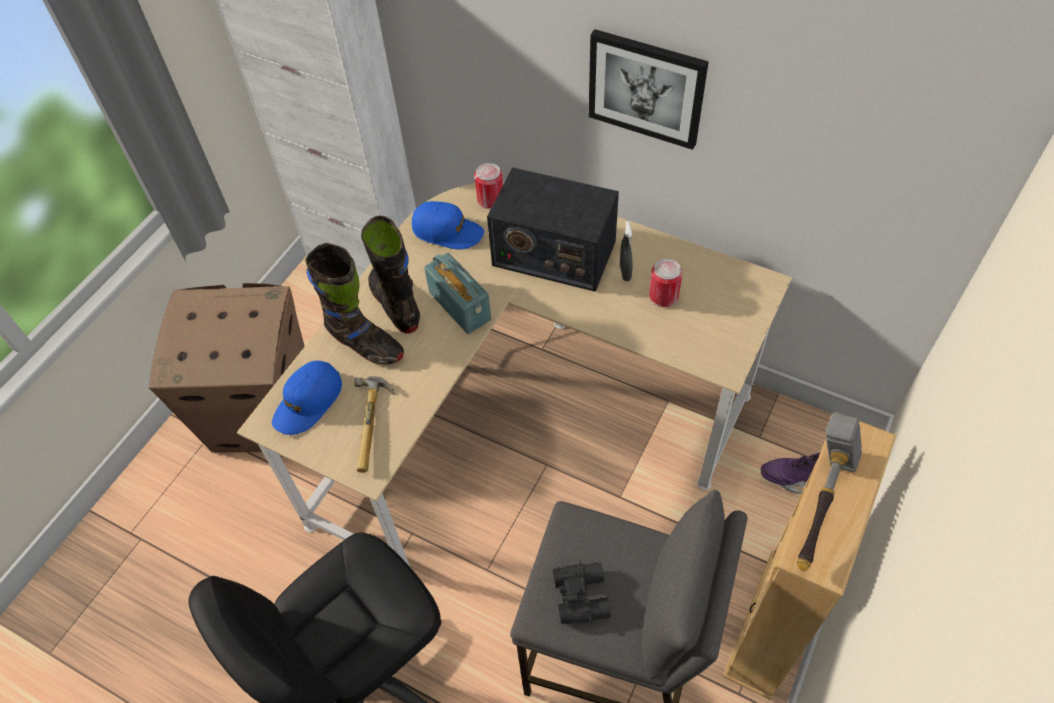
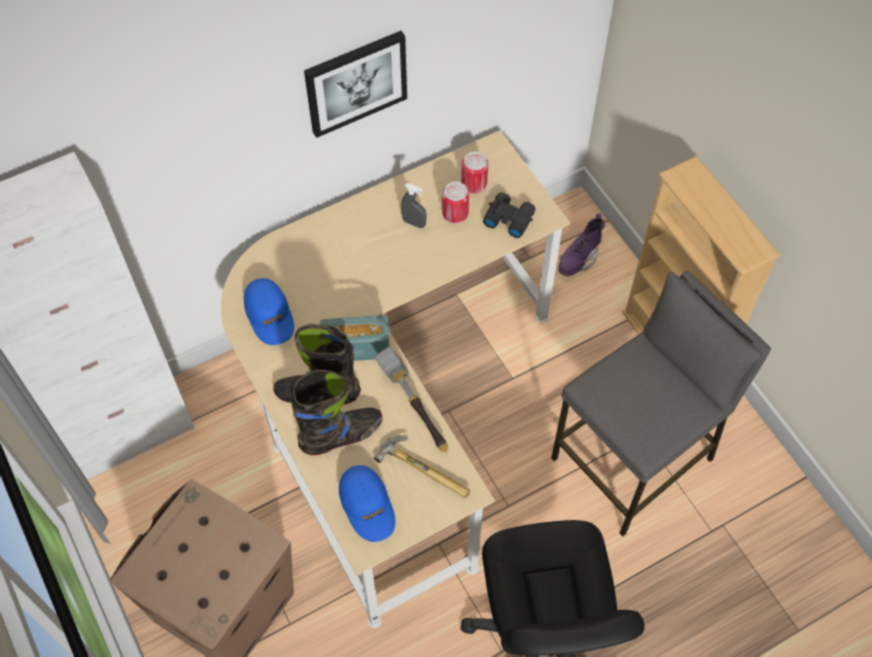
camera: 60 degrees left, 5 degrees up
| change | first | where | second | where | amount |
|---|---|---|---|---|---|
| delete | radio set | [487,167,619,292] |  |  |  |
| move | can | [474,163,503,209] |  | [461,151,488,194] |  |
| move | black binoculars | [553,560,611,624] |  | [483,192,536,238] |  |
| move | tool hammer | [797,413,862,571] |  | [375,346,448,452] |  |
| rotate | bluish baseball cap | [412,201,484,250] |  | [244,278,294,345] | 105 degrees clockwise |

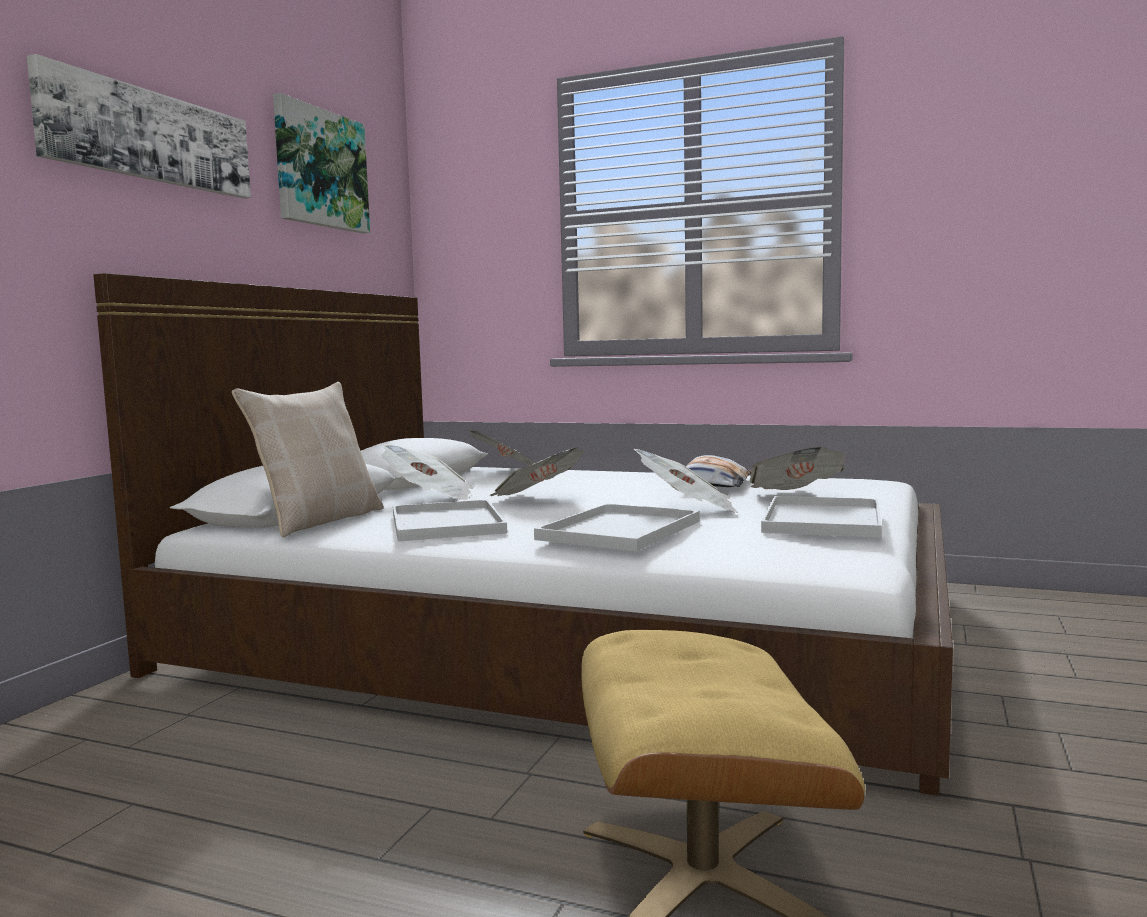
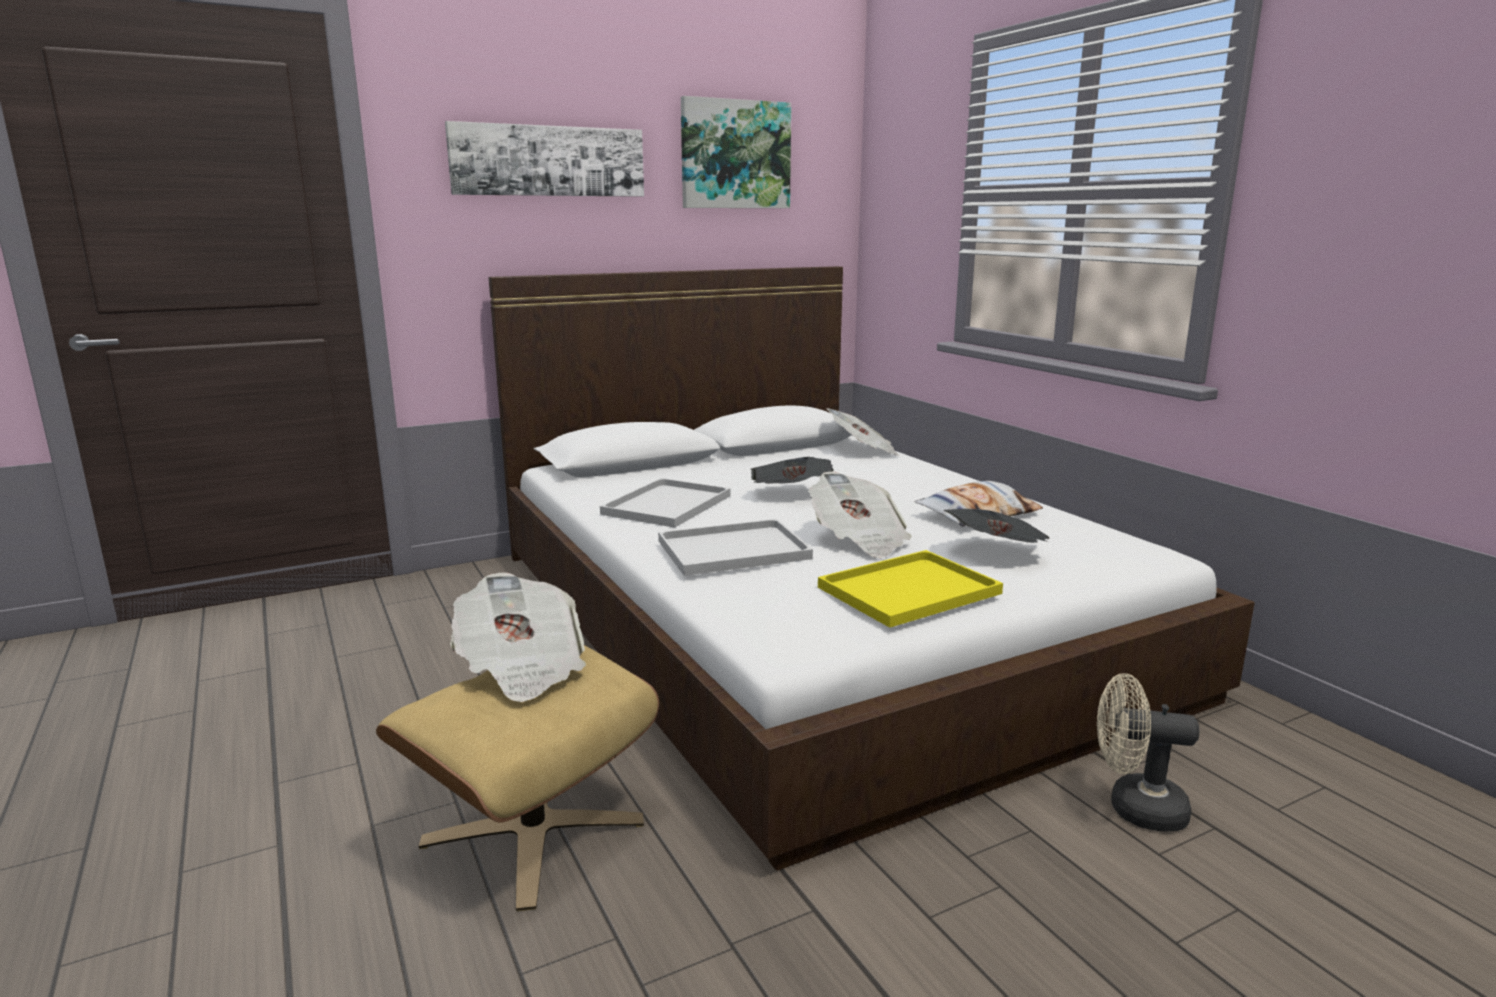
camera: 40 degrees right, 10 degrees up
| change | first | where | second | where | amount |
|---|---|---|---|---|---|
| delete | beige-coloured cushion | [232,382,384,537] |  |  |  |
| insert |  |  | beige-coloured cooling fan | [1097,673,1199,832] |  |
| move | printed paper | [381,444,473,501] |  | [450,573,586,702] |  |
| recolor | white carrying tray | [761,496,882,538] | yellowish carrying tray | [818,550,1003,628] |  |

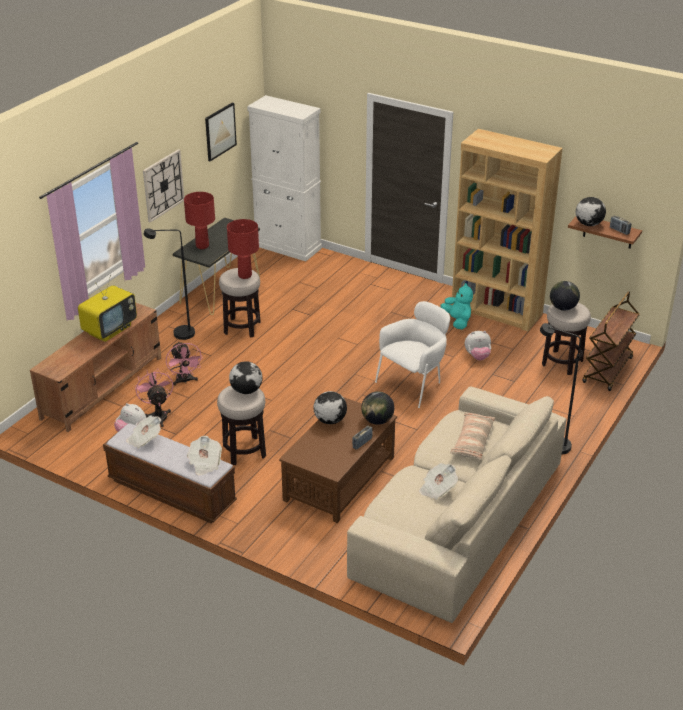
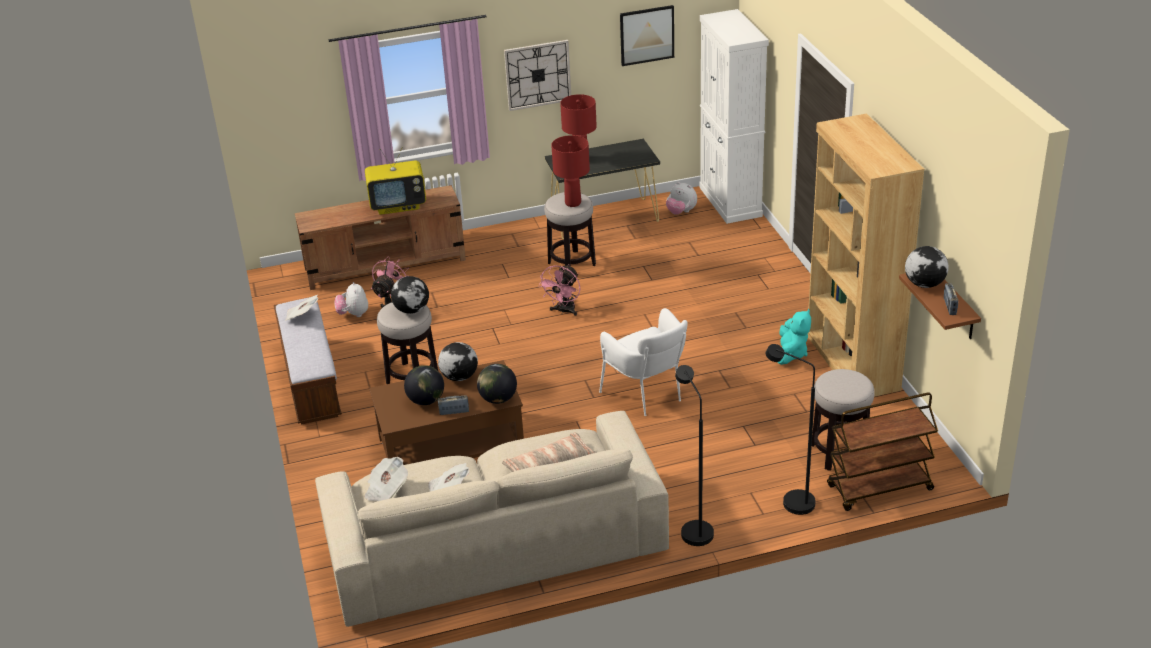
camera: 45 degrees right, 0 degrees up
| change | first | where | second | where | amount |
|---|---|---|---|---|---|
| move | black standing lamp | [143,228,195,340] |  | [766,344,816,515] |  |
| move | pink cooling fan | [166,341,203,385] |  | [538,265,581,316] |  |
| move | printed paper | [187,436,222,475] |  | [364,457,408,501] |  |
| move | plush toy | [465,331,491,361] |  | [666,182,697,215] |  |
| move | globe | [550,281,580,311] |  | [404,365,444,405] |  |
| rotate | white lounge chair | [375,301,450,408] |  | [599,308,688,416] | 60 degrees clockwise |

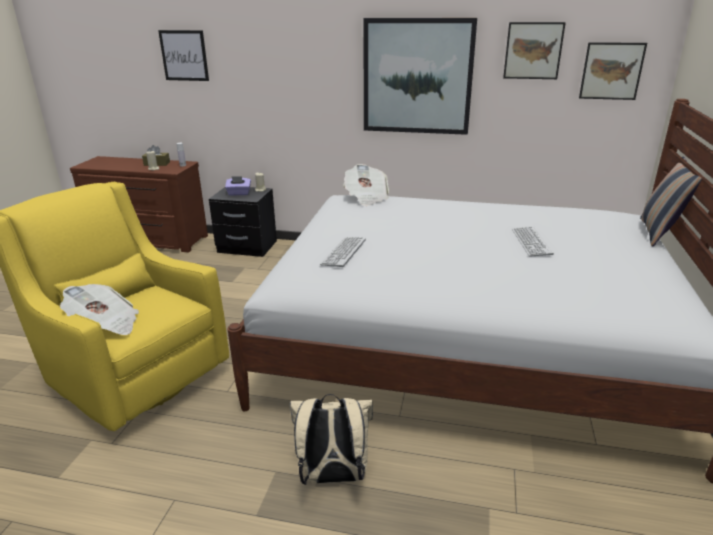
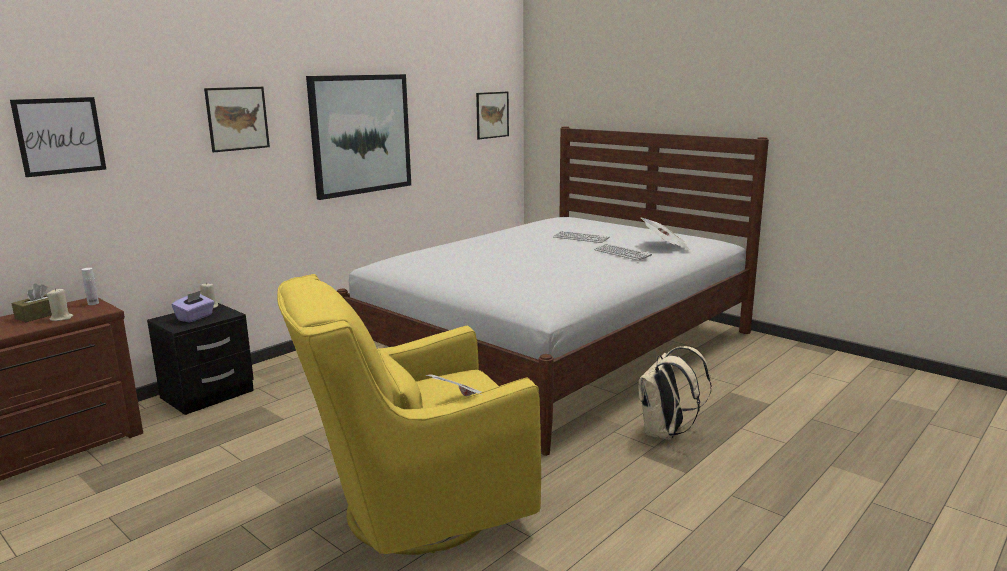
camera: 60 degrees left, 10 degrees down
| change | first | where | second | where | amount |
|---|---|---|---|---|---|
| delete | cushion | [640,156,702,246] |  |  |  |
| move | computer keyboard | [320,237,366,267] |  | [594,244,652,261] |  |
| move | printed paper | [343,164,389,206] |  | [640,217,690,250] |  |
| move | wall art | [503,22,566,79] |  | [204,87,270,152] |  |

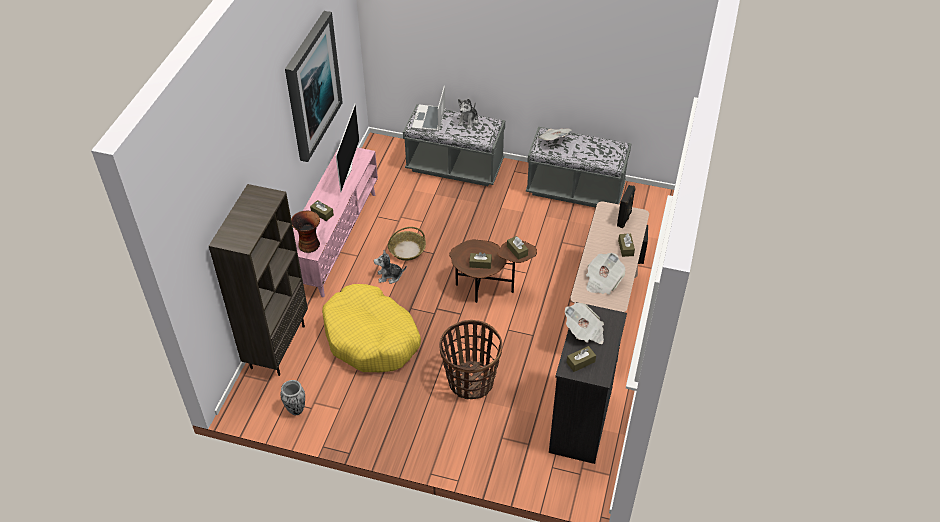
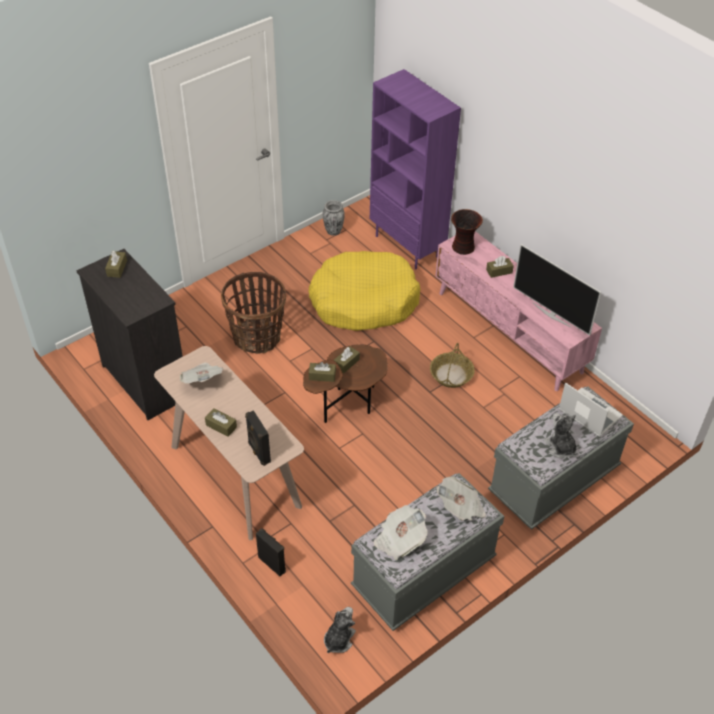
camera: 125 degrees right, 0 degrees up
| change | first | where | second | where | amount |
|---|---|---|---|---|---|
| delete | wall art | [285,11,343,162] |  |  |  |
| move | plush toy | [374,250,407,284] |  | [324,607,356,653] |  |
| move | printed paper | [565,303,604,344] |  | [374,505,428,560] |  |
| recolor | brownish bookcase | [209,184,308,376] | purple-coloured bookcase | [370,69,461,269] |  |

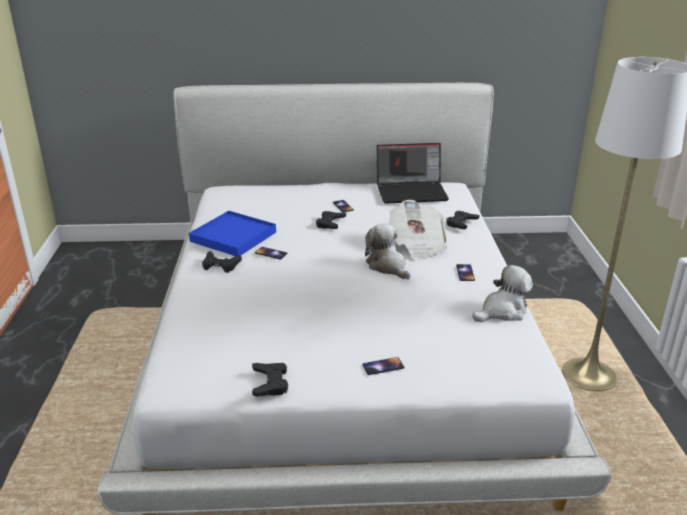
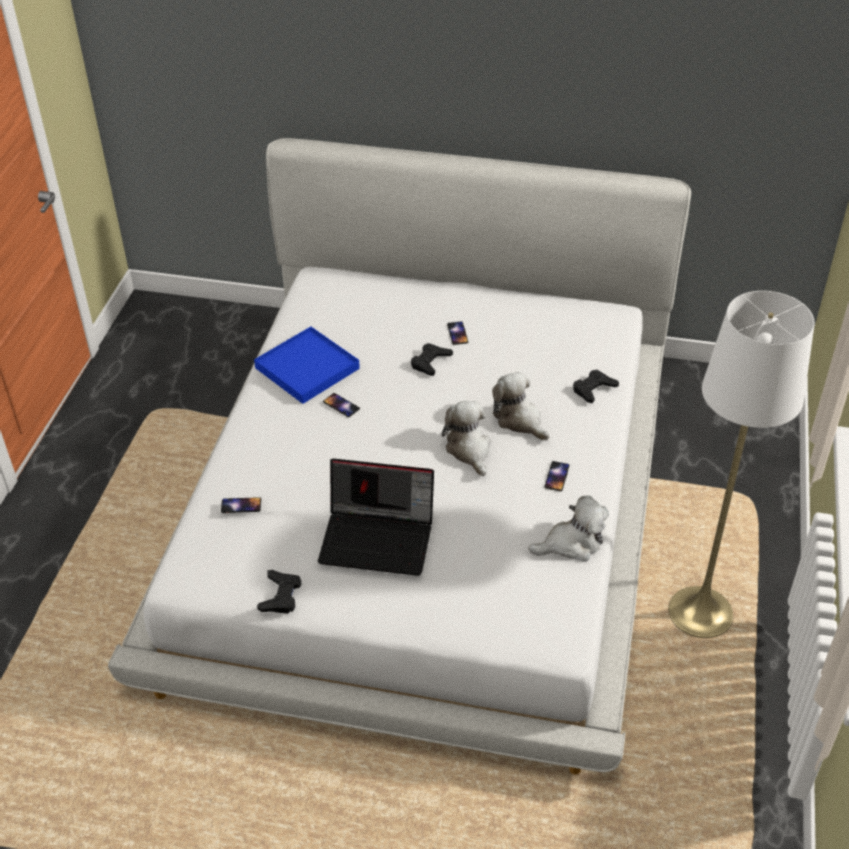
camera: 15 degrees right, 15 degrees up
| change | first | where | second | where | amount |
|---|---|---|---|---|---|
| delete | black game controller | [202,251,242,273] |  |  |  |
| move | phone | [362,357,404,375] |  | [221,497,261,513] |  |
| move | portable computer | [377,143,449,204] |  | [318,458,434,576] |  |
| replace | printed paper | [389,200,447,261] | plush toy | [492,372,550,440] |  |

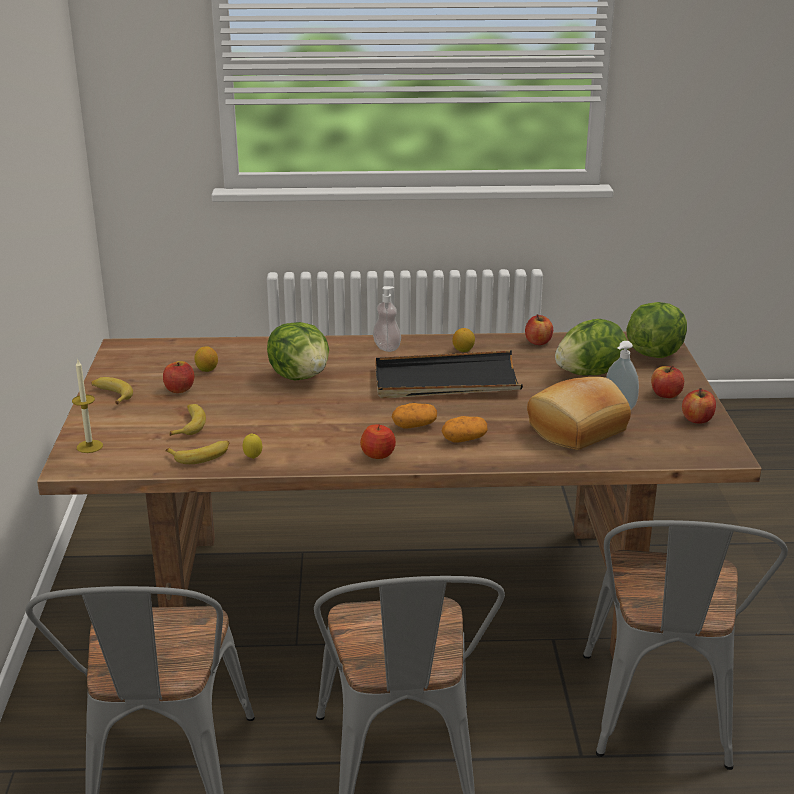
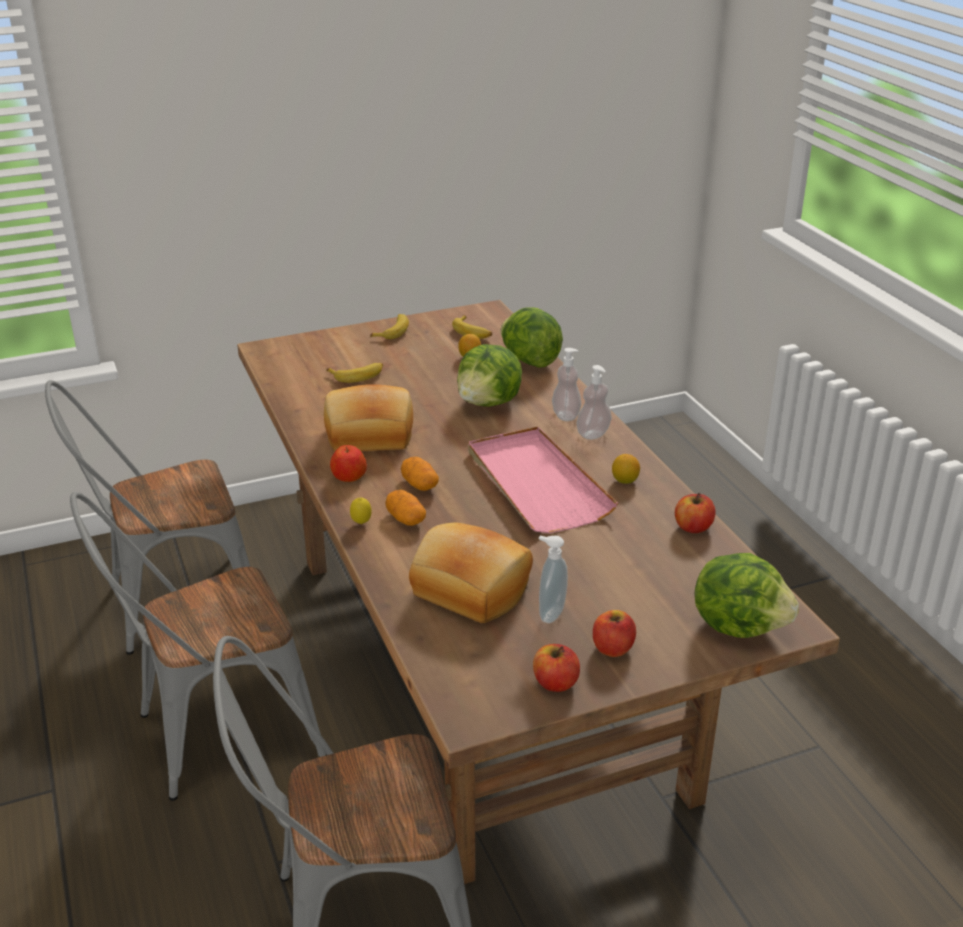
camera: 70 degrees right, 5 degrees up
| change | first | where | second | where | amount |
|---|---|---|---|---|---|
| delete | wax light | [72,360,103,453] |  |  |  |
| delete | apple | [163,361,195,393] |  |  |  |
| insert |  |  | bakery bread | [324,384,413,452] |  |
| insert |  |  | soap dispenser | [552,348,581,421] |  |
| move | banana fruit | [165,440,230,464] |  | [452,315,492,339] |  |
| move | lemon | [243,433,262,459] |  | [350,498,372,524] |  |
| move | lettuce | [555,319,629,376] |  | [500,307,563,368] |  |
| recolor | black carrying tray | [375,351,523,398] | pink carrying tray | [468,427,618,533] |  |

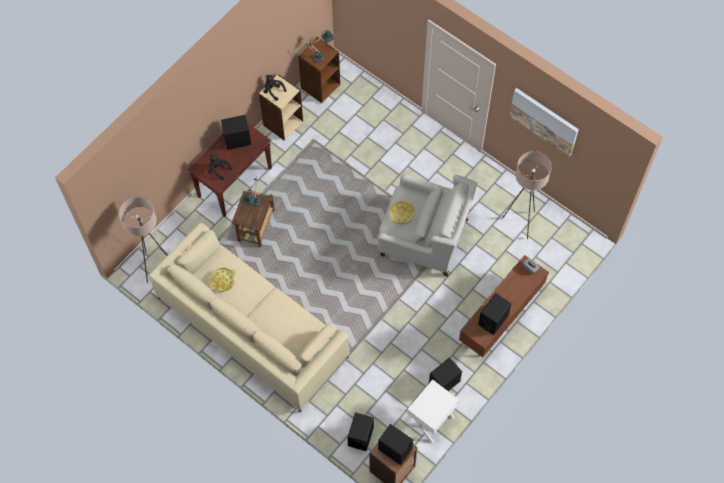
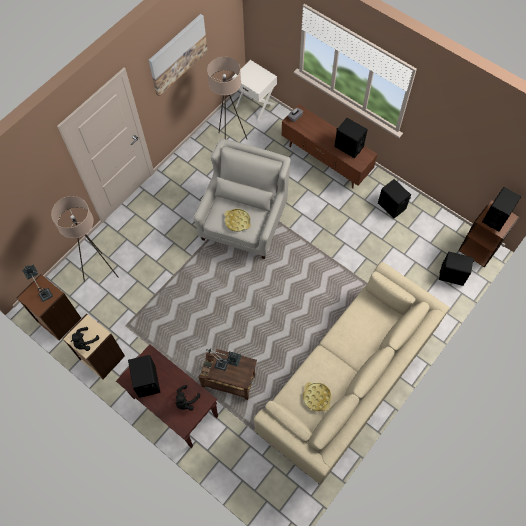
camera: 90 degrees left, 0 degrees up
| change | first | where | second | where | amount |
|---|---|---|---|---|---|
| move | beige-coloured standing lamp | [119,197,168,283] |  | [51,196,118,282] |  |
| move | white bedside table | [407,379,459,444] |  | [232,60,277,121] |  |

